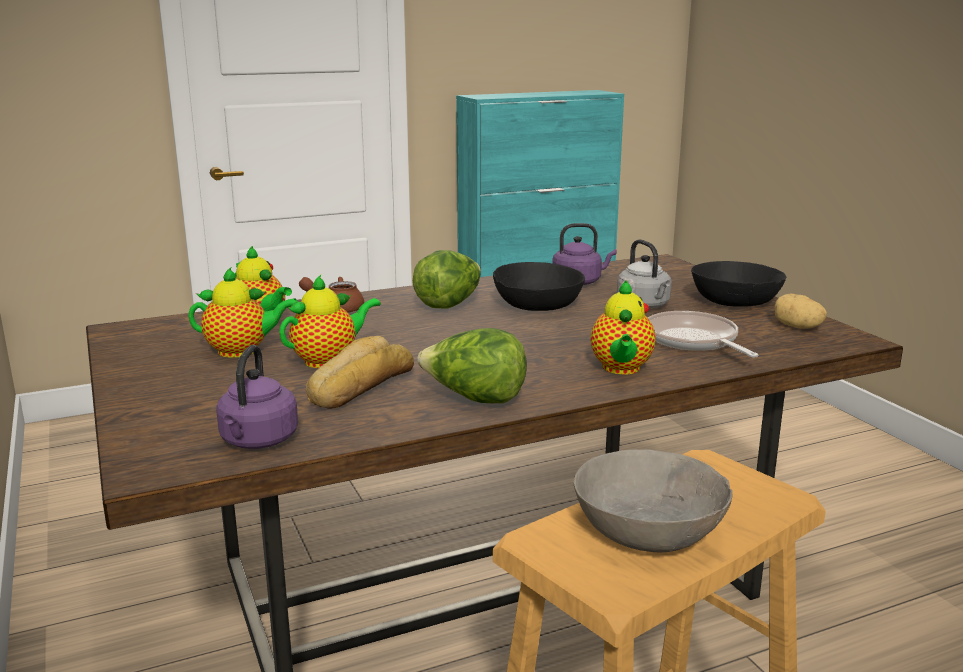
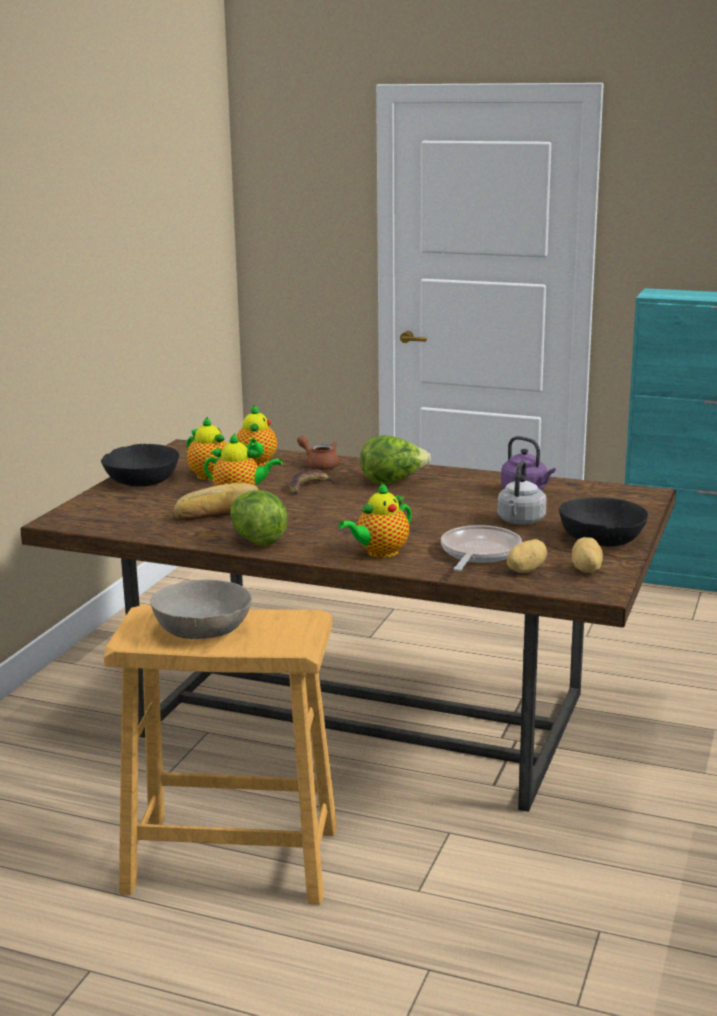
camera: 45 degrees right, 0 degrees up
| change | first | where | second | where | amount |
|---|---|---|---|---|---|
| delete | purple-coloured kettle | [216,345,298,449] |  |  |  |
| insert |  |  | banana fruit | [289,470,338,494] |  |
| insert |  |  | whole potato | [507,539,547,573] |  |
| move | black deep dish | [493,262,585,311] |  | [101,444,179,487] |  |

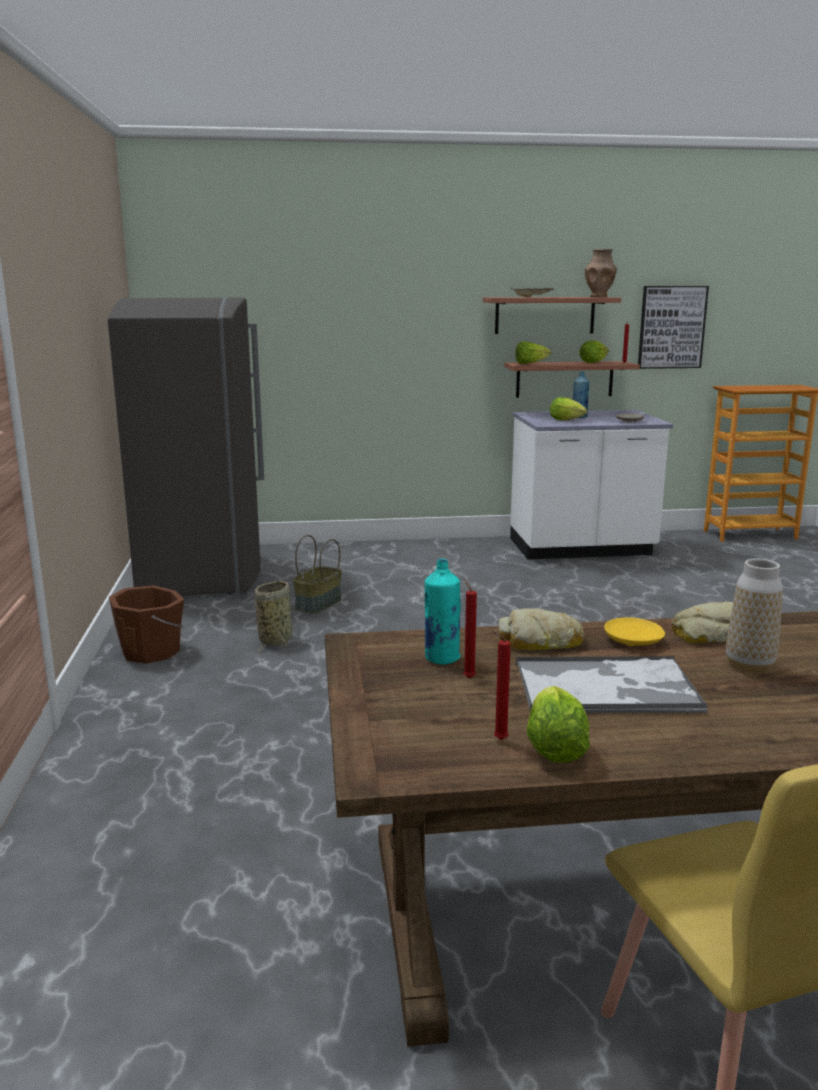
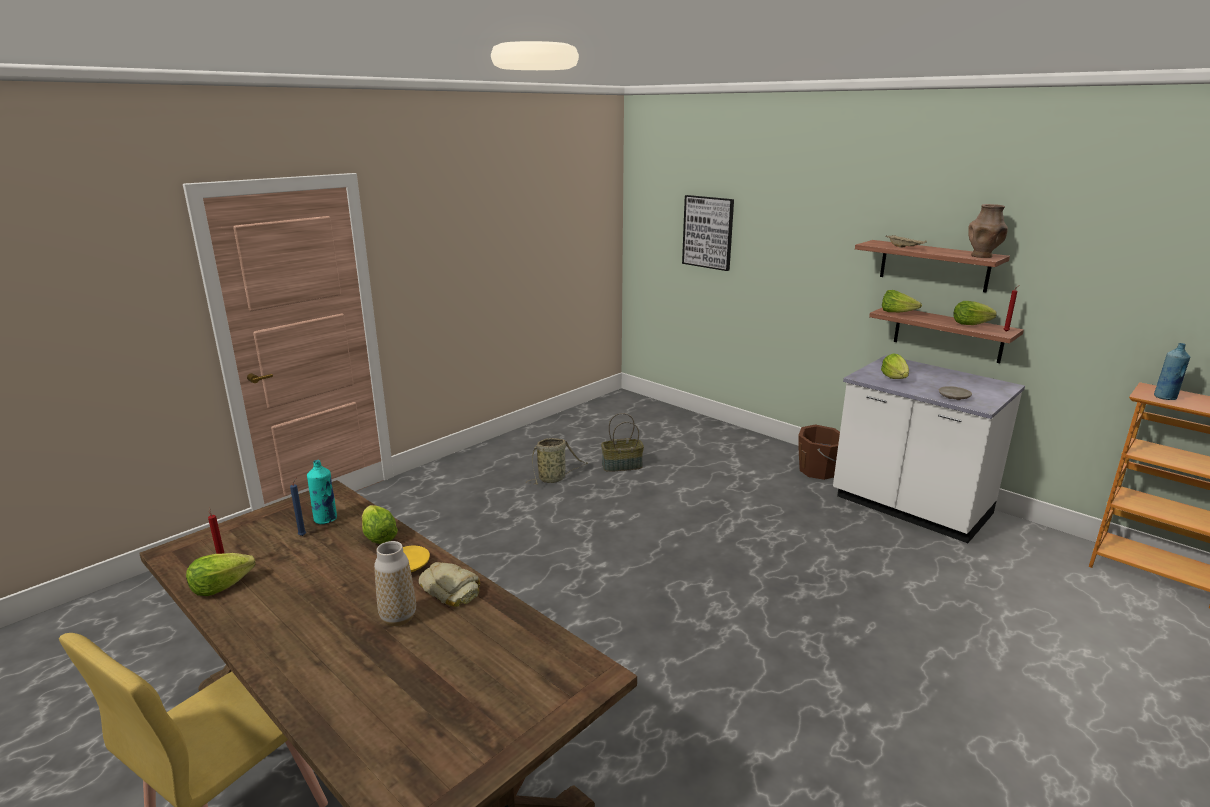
camera: 50 degrees right, 5 degrees up
| change | first | where | second | where | amount |
|---|---|---|---|---|---|
| delete | gray fridge | [108,297,264,595] |  |  |  |
| delete | carrying tray | [516,656,707,713] |  |  |  |
| move | brownish bucket | [109,585,184,664] |  | [798,424,840,480] |  |
| move | bluish drink bottle | [573,371,589,418] |  | [1154,343,1190,400] |  |
| move | wall art | [638,286,709,369] |  | [682,195,734,271] |  |
| replace | bakery bread | [499,609,584,650] | lettuce | [362,505,398,544] |  |
| recolor | red wax light | [463,580,477,679] | bluish wax light | [290,477,306,536] |  |

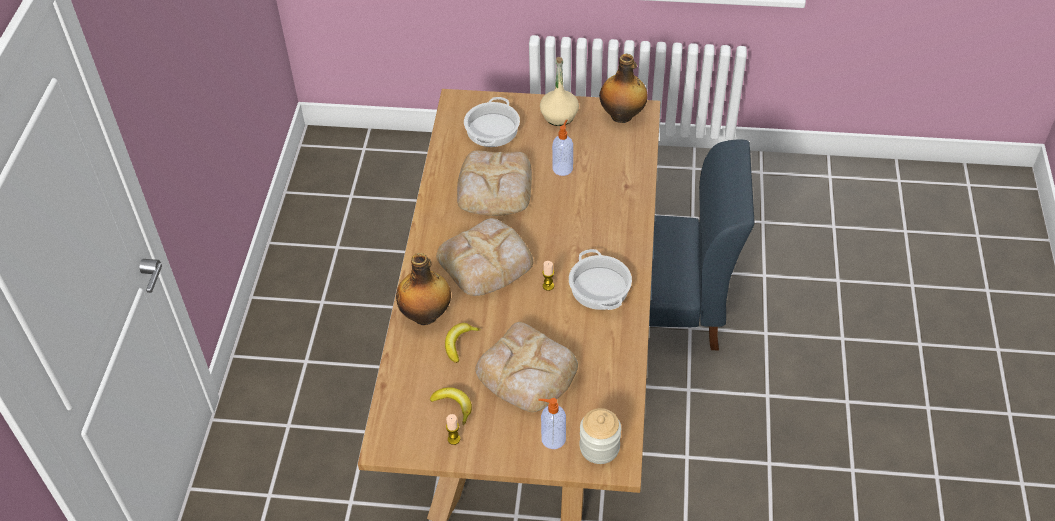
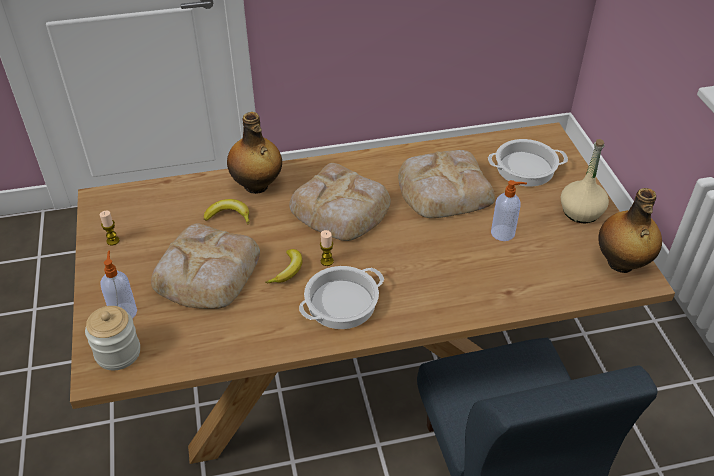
camera: 70 degrees right, 5 degrees down
| change | first | where | second | where | amount |
|---|---|---|---|---|---|
| move | banana fruit | [430,387,472,425] |  | [265,249,302,283] |  |

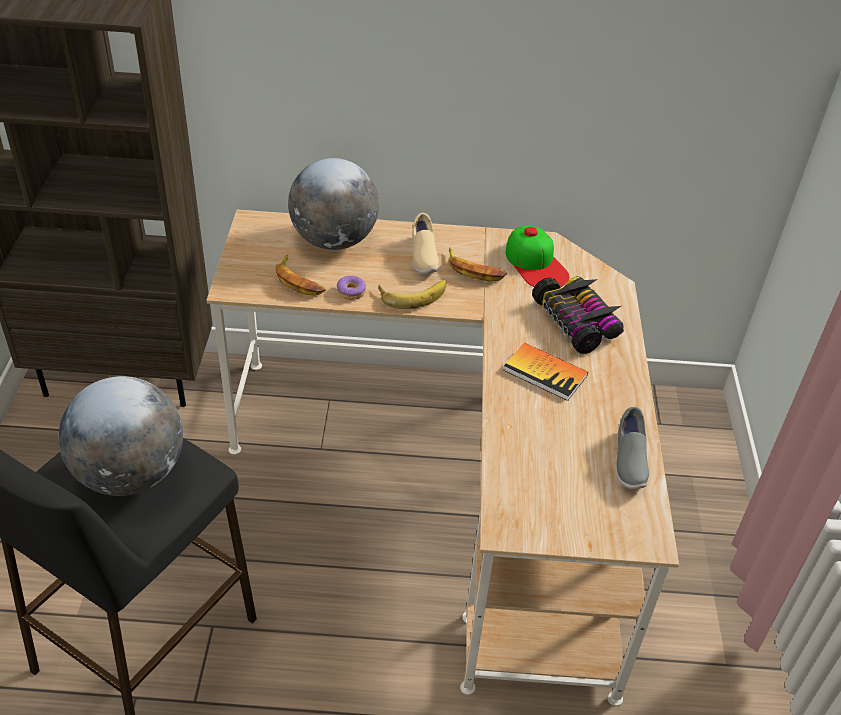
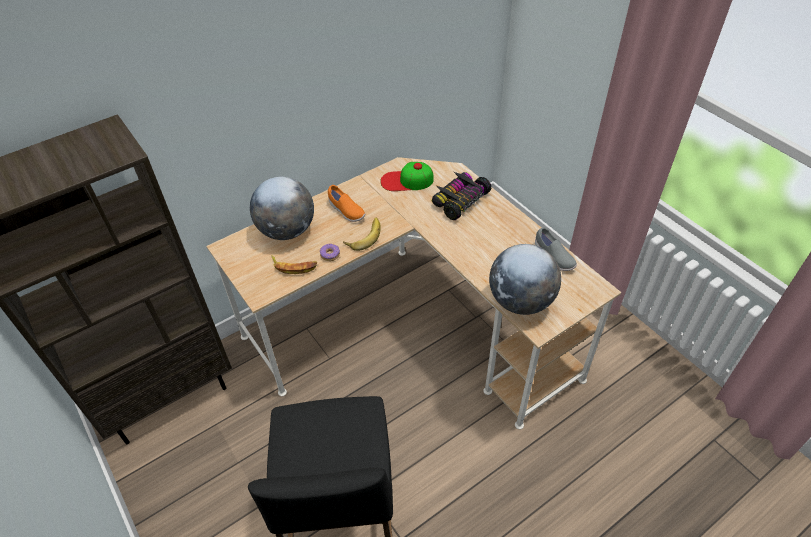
camera: 35 degrees left, 5 degrees up
| change | first | where | second | where | amount |
|---|---|---|---|---|---|
| delete | banana fruit | [448,248,507,281] |  |  |  |
| delete | bound book | [503,343,588,401] |  |  |  |
| move | globe | [58,376,183,496] |  | [489,244,561,315] |  |
| recolor | beige-coloured item of footwear | [412,213,439,274] | orange item of footwear | [328,185,365,222] |  |
| rotate | baseball cap | [506,226,570,287] |  | [380,162,434,191] | 150 degrees clockwise |
| rotate | toy car | [532,277,624,354] |  | [431,172,491,220] | 75 degrees counterclockwise |

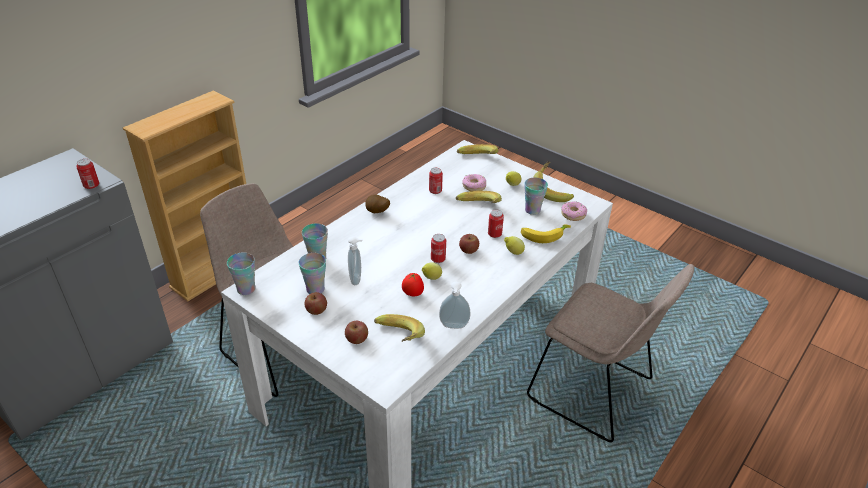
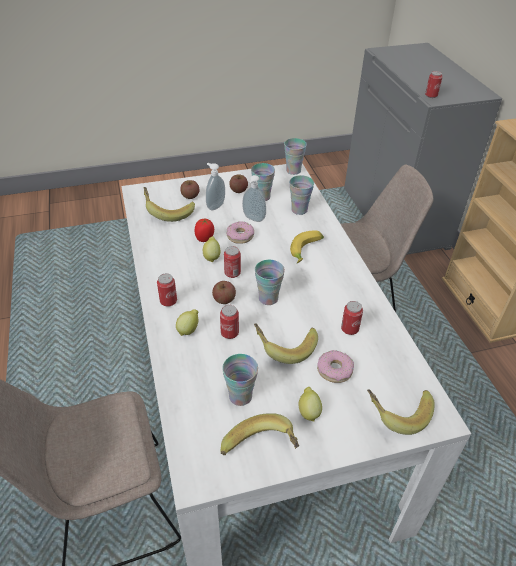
camera: 125 degrees right, 5 degrees up
| change | first | where | second | where | amount |
|---|---|---|---|---|---|
| delete | whole potato | [365,195,390,213] |  |  |  |
| insert |  |  | can | [157,274,177,307] |  |
| insert |  |  | cup | [255,260,285,305] |  |
| move | soap dispenser | [439,282,471,329] |  | [206,163,225,211] |  |
| move | banana fruit | [521,224,571,243] |  | [290,230,324,263] |  |
| move | ring doughnut | [561,201,587,221] |  | [227,221,254,244] |  |

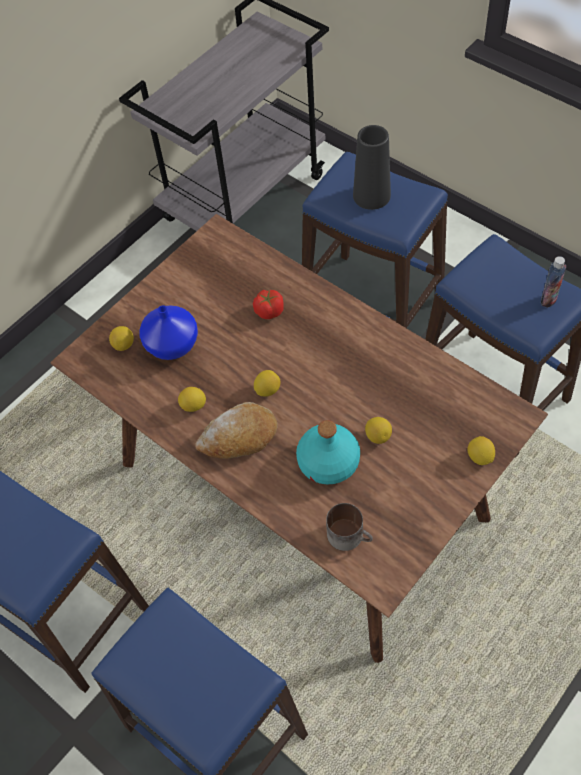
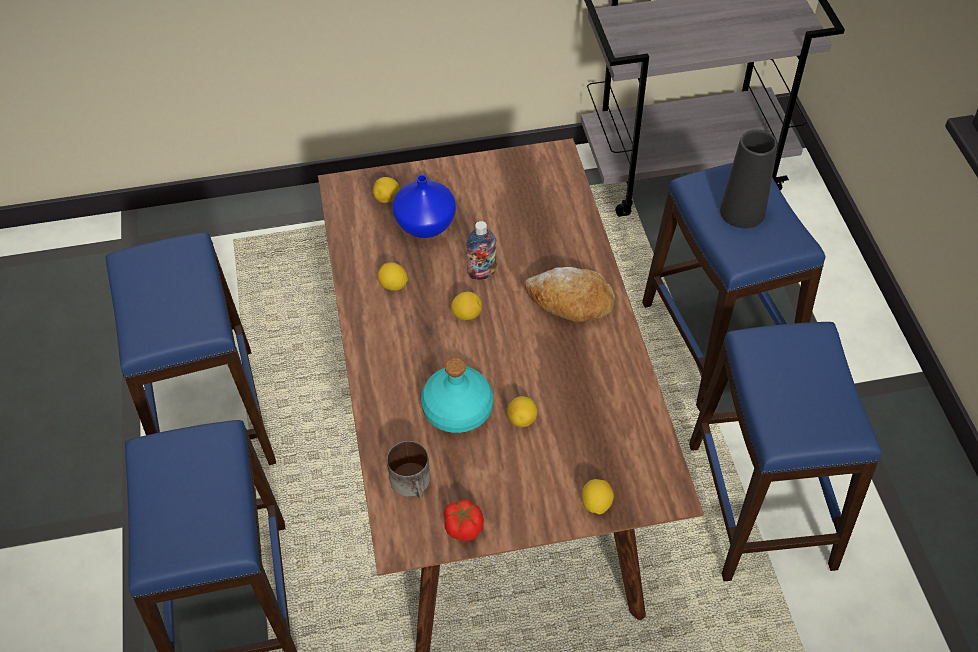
camera: 35 degrees right, 5 degrees down
| change | first | where | second | where | amount |
|---|---|---|---|---|---|
| move | bakery bread | [195,402,278,459] |  | [524,267,615,322] |  |
| move | fresh tomato | [253,290,284,319] |  | [443,500,484,541] |  |
| move | drink bottle | [541,256,566,308] |  | [466,221,497,280] |  |

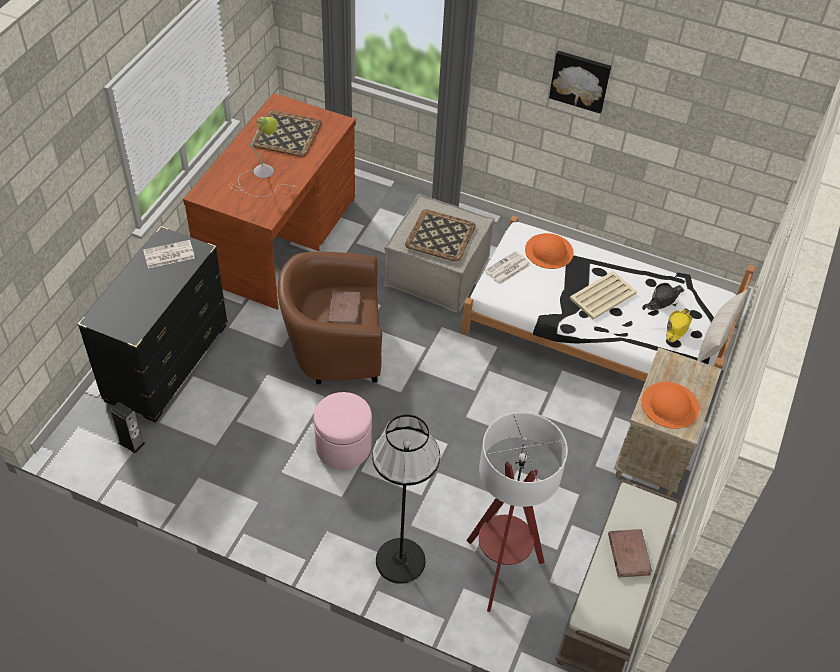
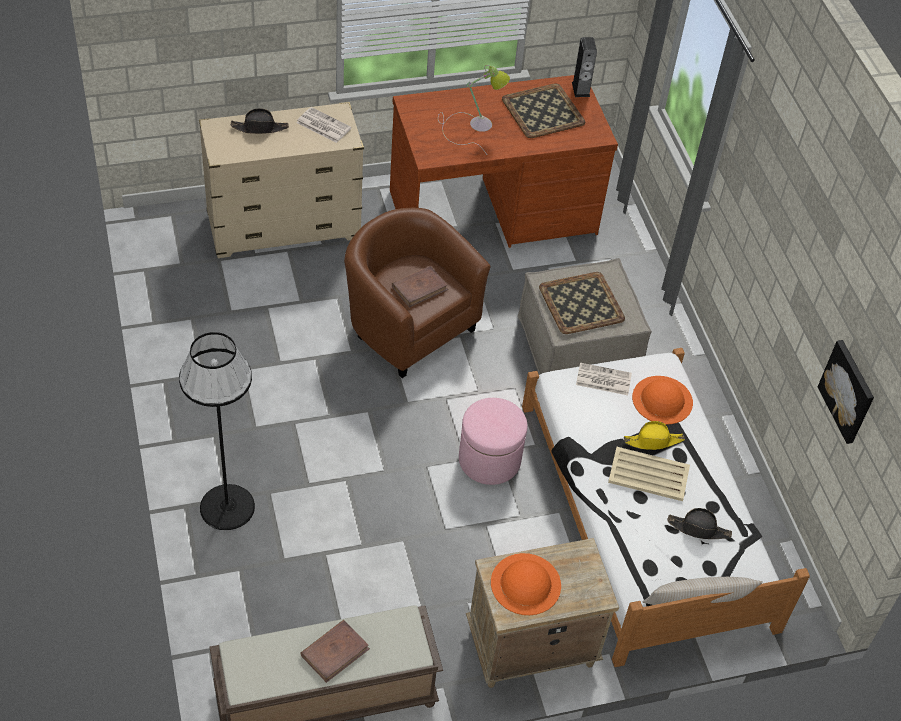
camera: 50 degrees right, 0 degrees up
| change | first | where | second | where | amount |
|---|---|---|---|---|---|
| delete | standing lamp | [466,412,568,612] |  |  |  |
| insert |  |  | black wearable hat | [231,108,289,134] |  |
| move | audio speaker | [110,402,145,453] |  | [572,37,597,97] |  |
| move | pink ottoman | [314,392,372,469] |  | [459,398,527,485] |  |
| move | wall art | [549,51,611,114] |  | [818,340,874,444] |  |
| move | yellowish wearable hat | [666,308,692,343] |  | [624,421,685,450] |  |
| recolor | black drawer chest | [77,226,228,423] | beige-coloured drawer chest | [199,102,364,258] |  |

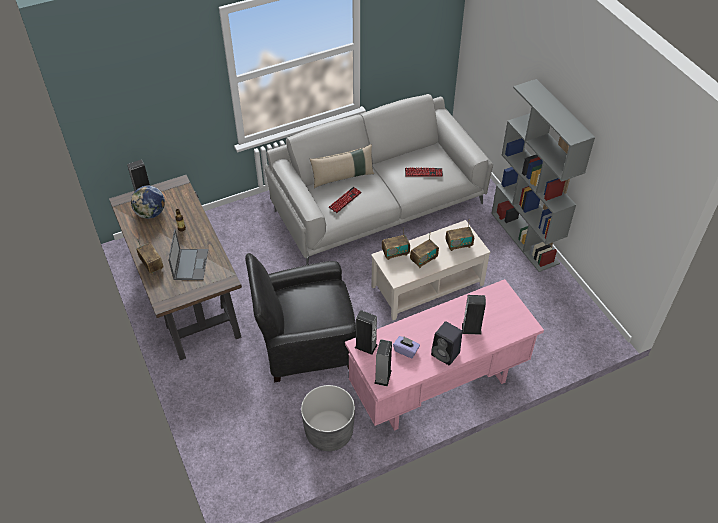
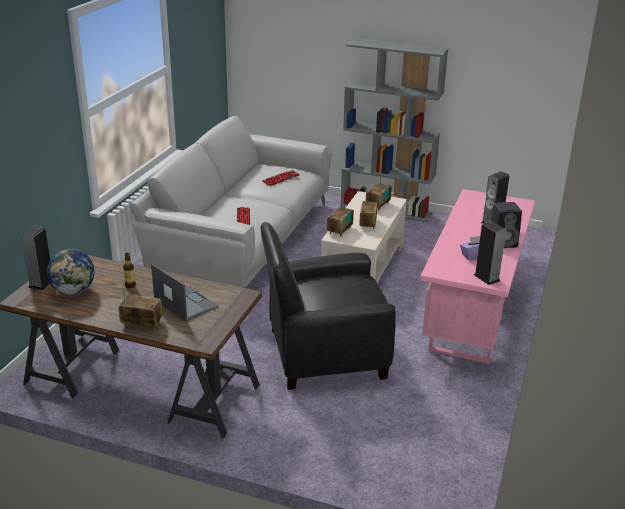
camera: 45 degrees left, 20 degrees down
| change | first | where | second | where | amount |
|---|---|---|---|---|---|
| delete | gray planter | [301,385,355,451] |  |  |  |
| delete | beige-coloured cushion | [310,144,374,188] |  |  |  |
| delete | audio speaker | [355,310,377,355] |  |  |  |
| rotate | black lounge chair | [245,253,356,382] |  | [261,222,396,390] | 45 degrees clockwise |

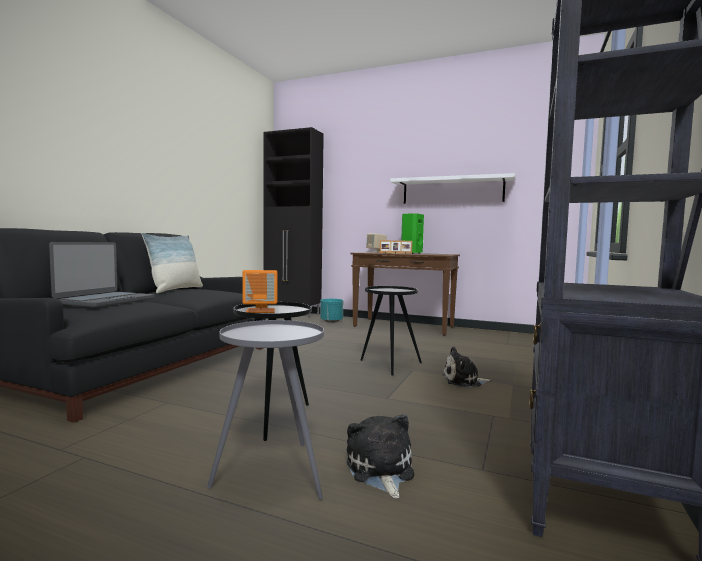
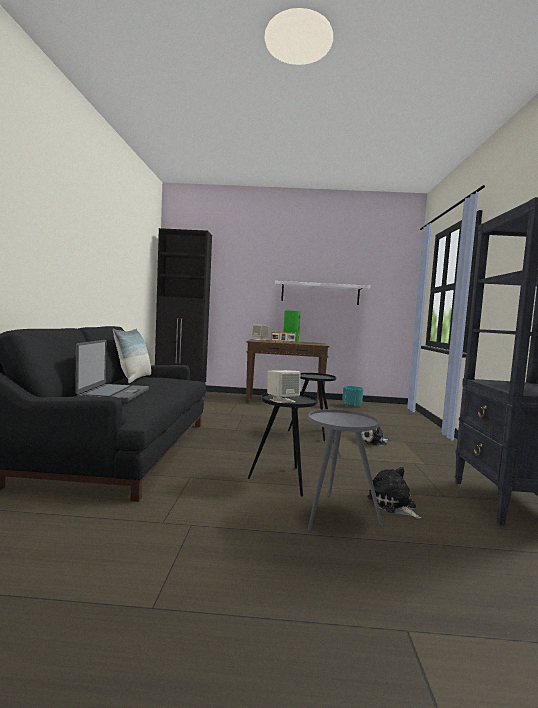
camera: 20 degrees left, 0 degrees up
| change | first | where | second | where | amount |
|---|---|---|---|---|---|
| move | blue-green planter | [320,299,343,323] |  | [342,386,363,407] |  |
| recolor | orange audio speaker | [242,270,278,313] | beige-coloured audio speaker | [267,370,300,403] |  |

